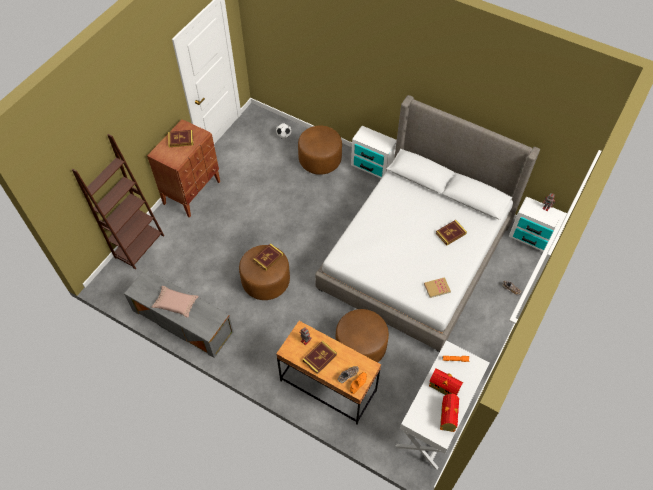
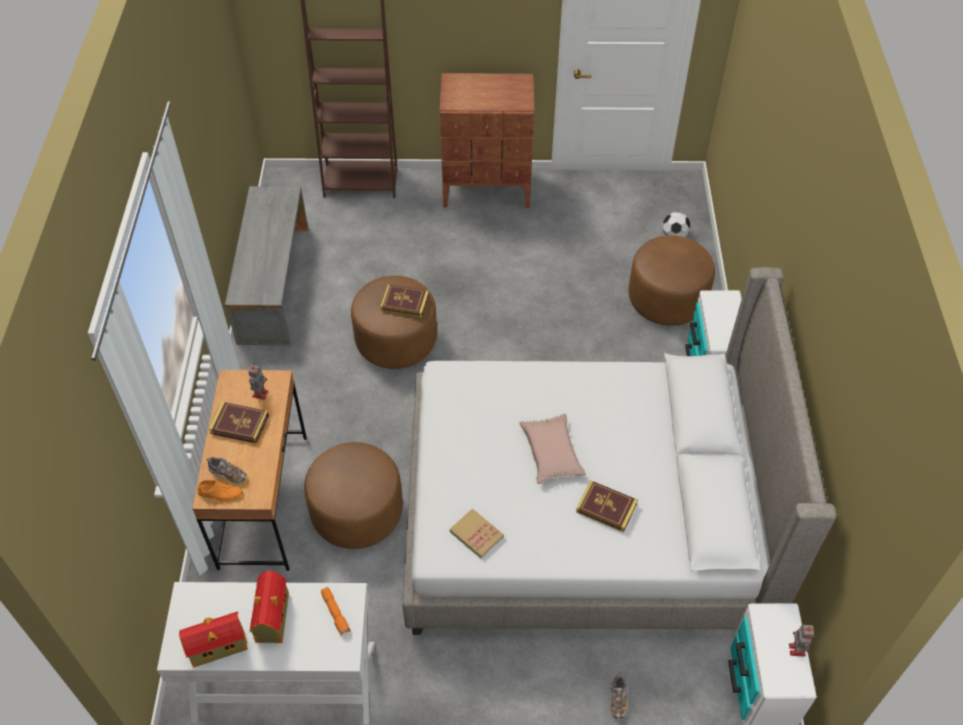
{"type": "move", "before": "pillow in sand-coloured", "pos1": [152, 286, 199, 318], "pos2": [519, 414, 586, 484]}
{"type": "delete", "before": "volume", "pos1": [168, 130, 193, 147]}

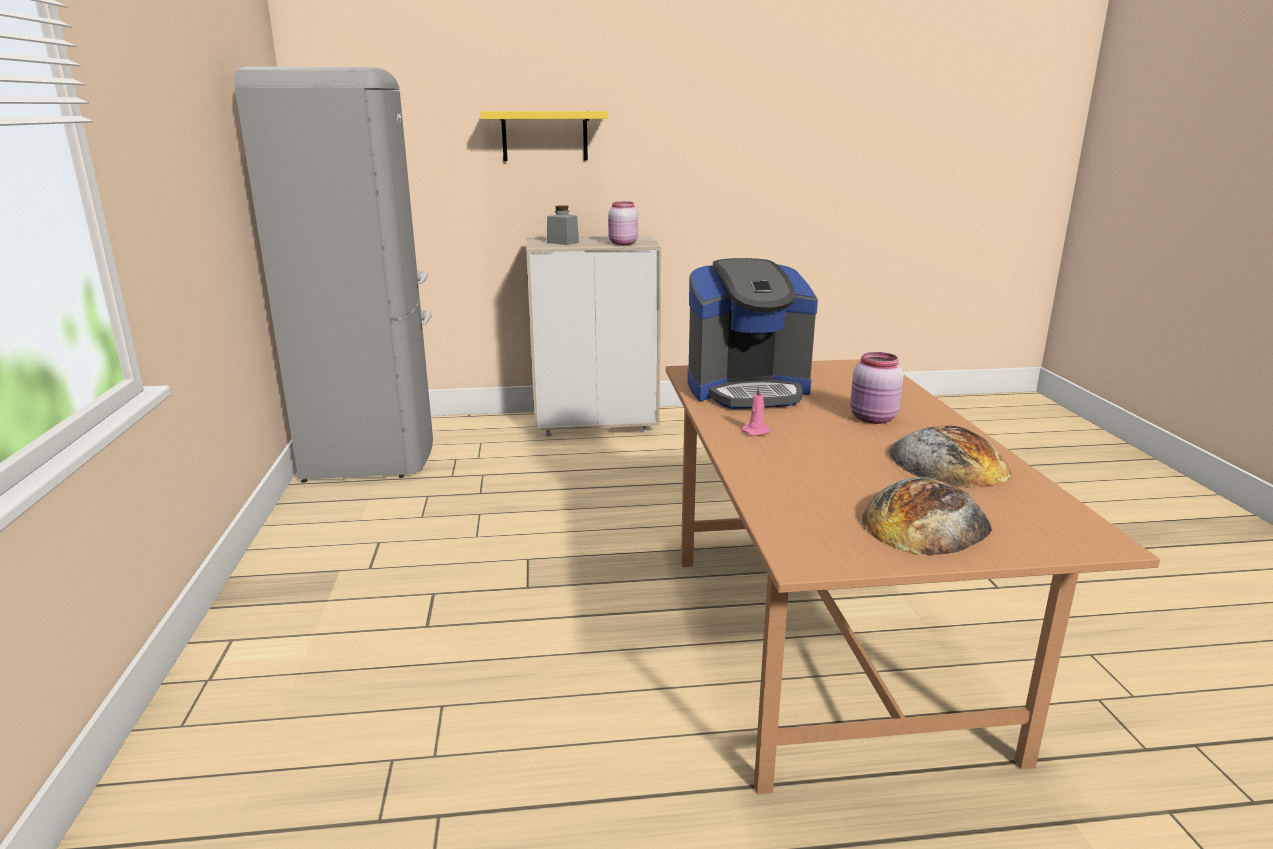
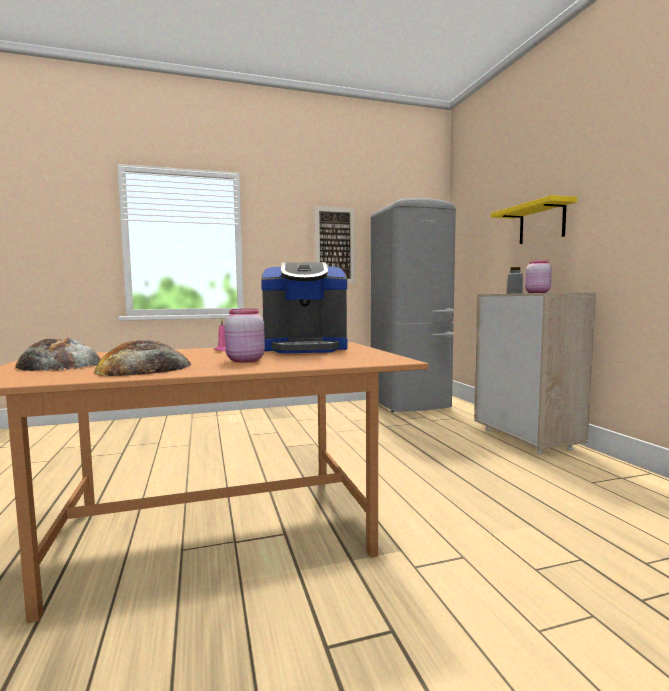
{"type": "rotate", "before": "coffee machine", "pos1": [687, 258, 818, 409], "pos2": [261, 262, 348, 353], "turn": -75}
{"type": "insert", "after": "picture", "pos2": [314, 206, 355, 283]}

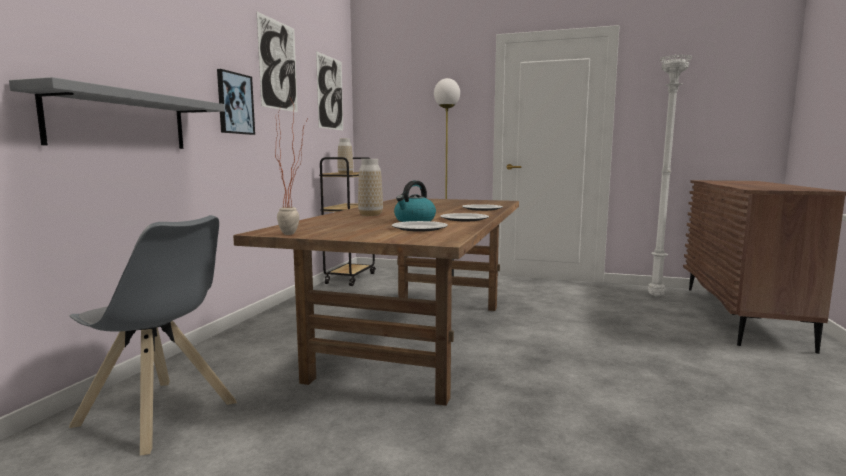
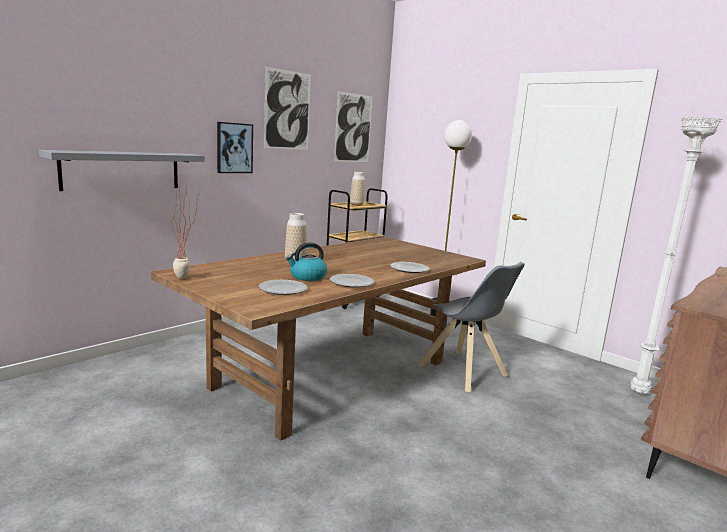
{"type": "move", "before": "upright chair in gray", "pos1": [69, 215, 237, 456], "pos2": [418, 262, 525, 392]}

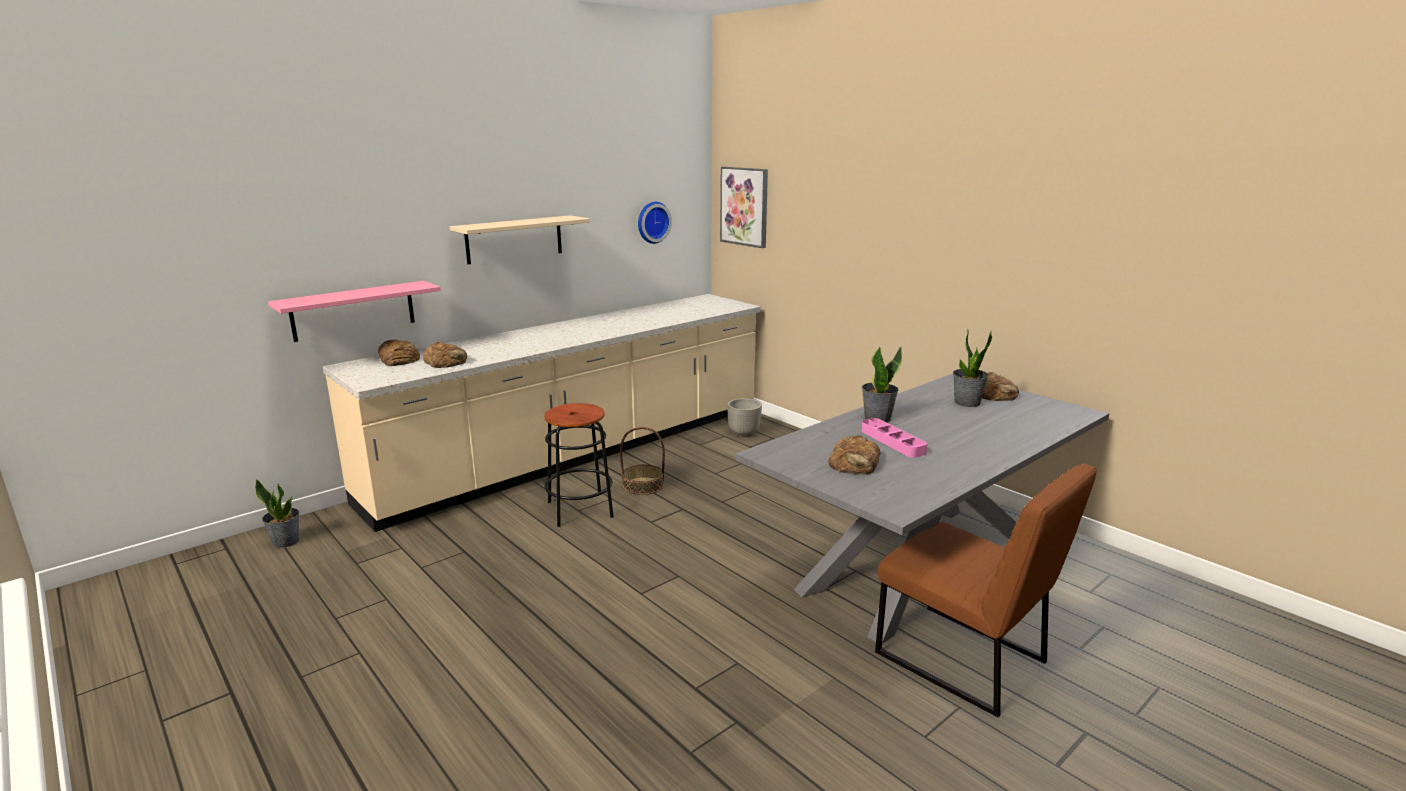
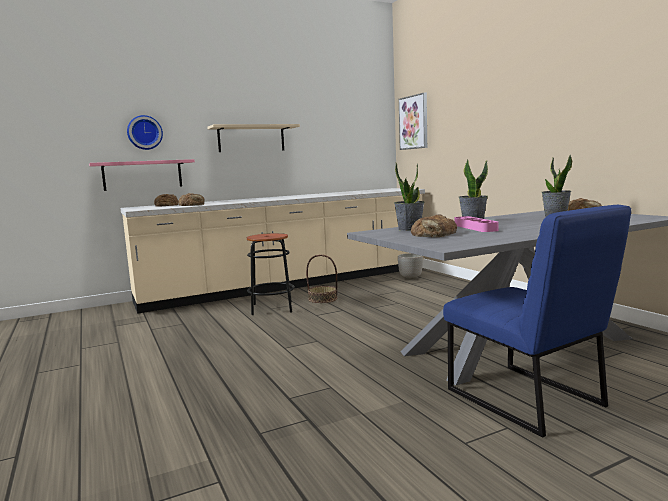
{"type": "move", "before": "potted plant", "pos1": [255, 479, 299, 548], "pos2": [394, 163, 424, 231]}
{"type": "move", "before": "wall clock", "pos1": [638, 202, 672, 244], "pos2": [127, 115, 163, 150]}
{"type": "recolor", "before": "upright chair in brown-coloured", "after": "upright chair in bluish", "pos1": [875, 464, 1096, 717], "pos2": [443, 205, 631, 437]}

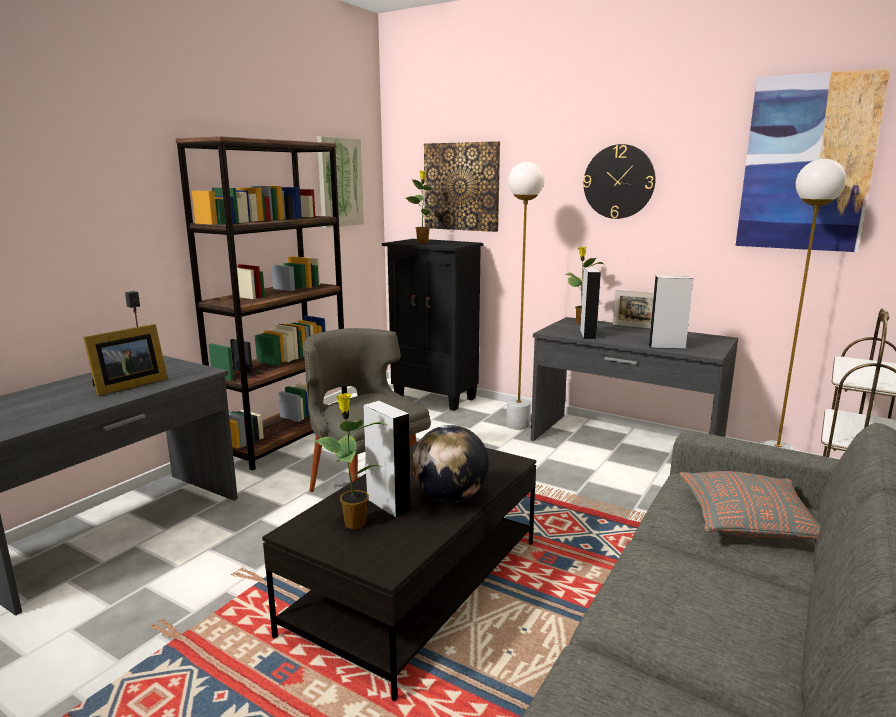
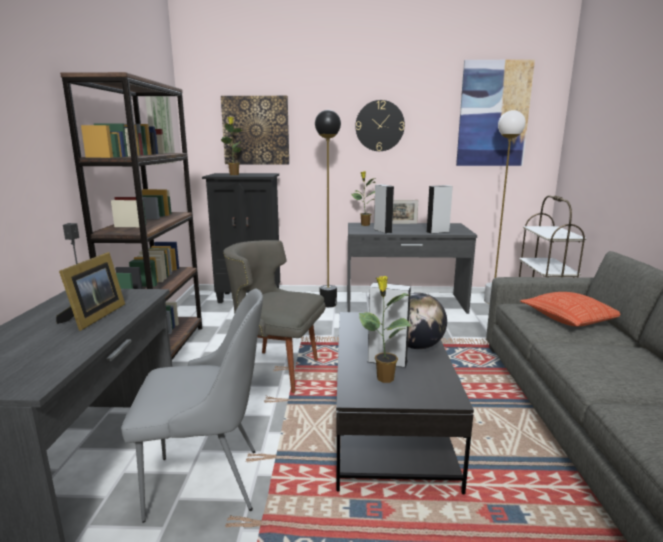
{"type": "recolor", "before": "floor lamp in white-coloured", "after": "floor lamp in blackish", "pos1": [506, 162, 545, 430], "pos2": [315, 110, 341, 308]}
{"type": "recolor", "before": "pillow in gray", "after": "pillow in orange-coloured", "pos1": [679, 471, 820, 539], "pos2": [520, 292, 620, 326]}
{"type": "insert", "after": "upright chair in gray", "pos2": [121, 289, 263, 523]}

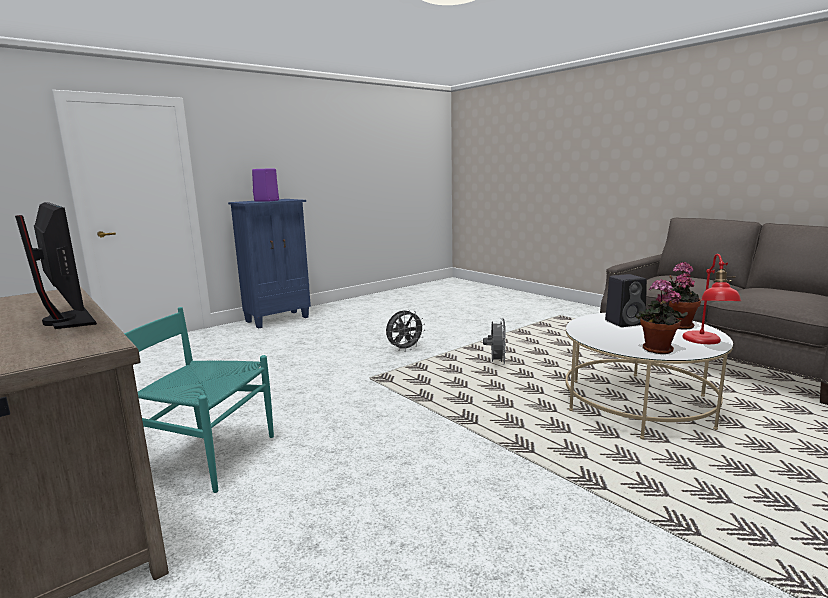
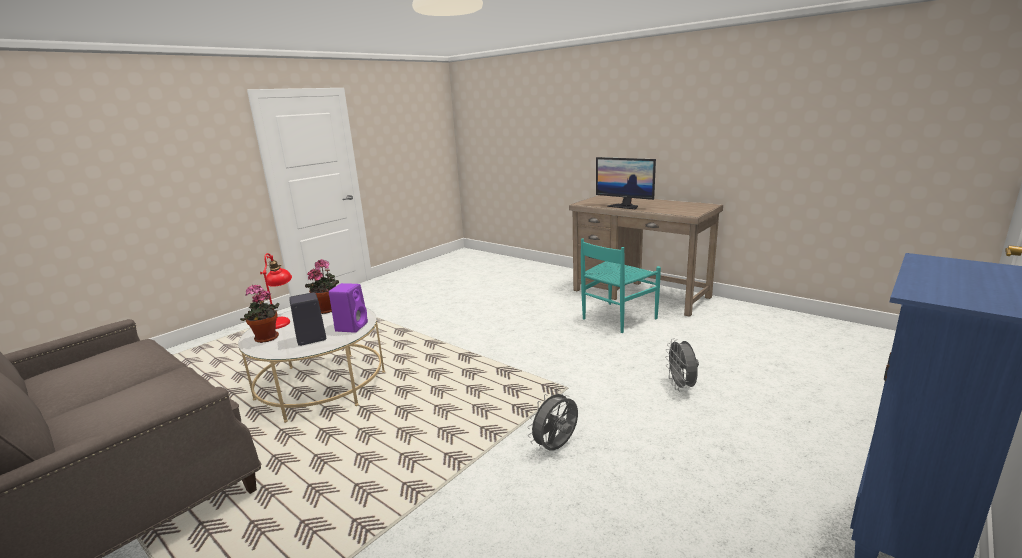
{"type": "rotate", "before": "upright chair in turquoise-coloured", "pos1": [124, 307, 274, 493], "pos2": [581, 238, 661, 333], "turn": 135}
{"type": "move", "before": "audio speaker in purplish", "pos1": [252, 168, 279, 202], "pos2": [329, 283, 368, 333]}
{"type": "move", "before": "fan in gray", "pos1": [483, 318, 506, 365], "pos2": [665, 338, 699, 391]}

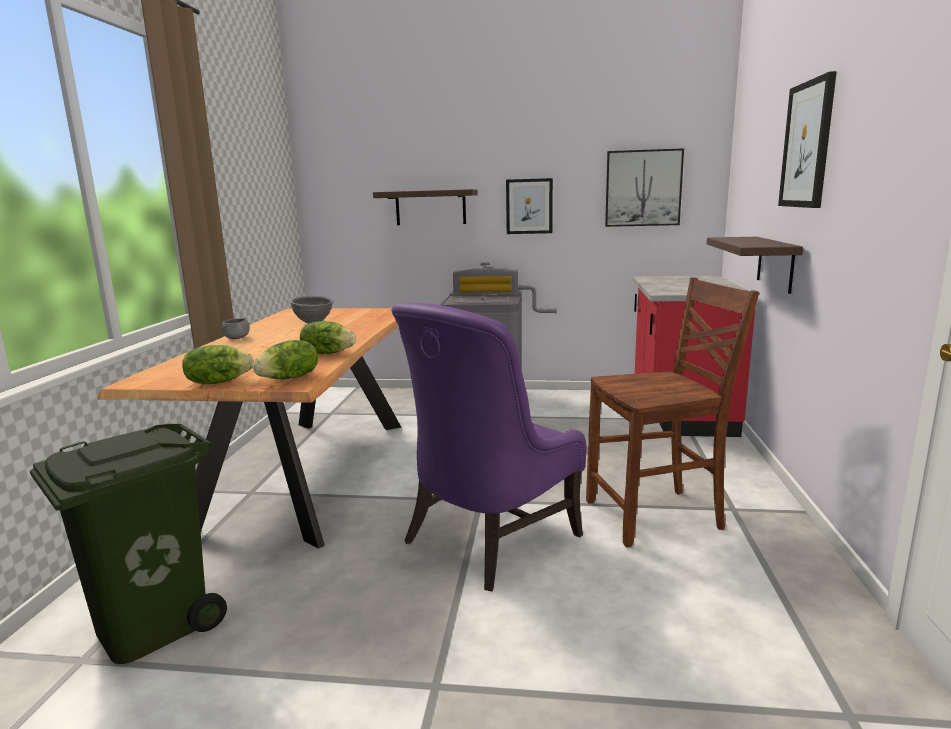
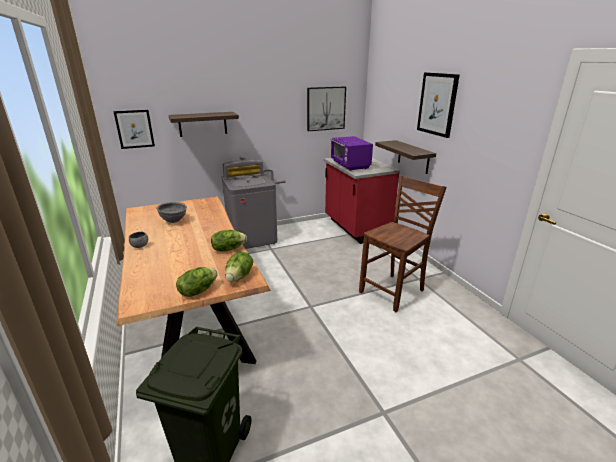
{"type": "delete", "before": "upright chair in purplish", "pos1": [392, 303, 587, 591]}
{"type": "move", "before": "picture", "pos1": [506, 178, 553, 234], "pos2": [113, 110, 155, 149]}
{"type": "insert", "after": "kitchen microwave in purplish", "pos2": [331, 136, 373, 171]}

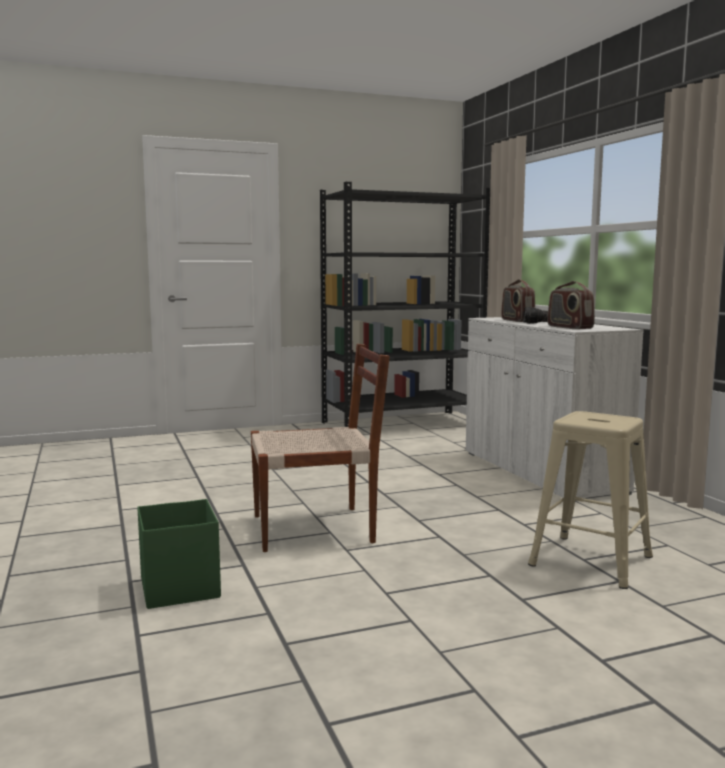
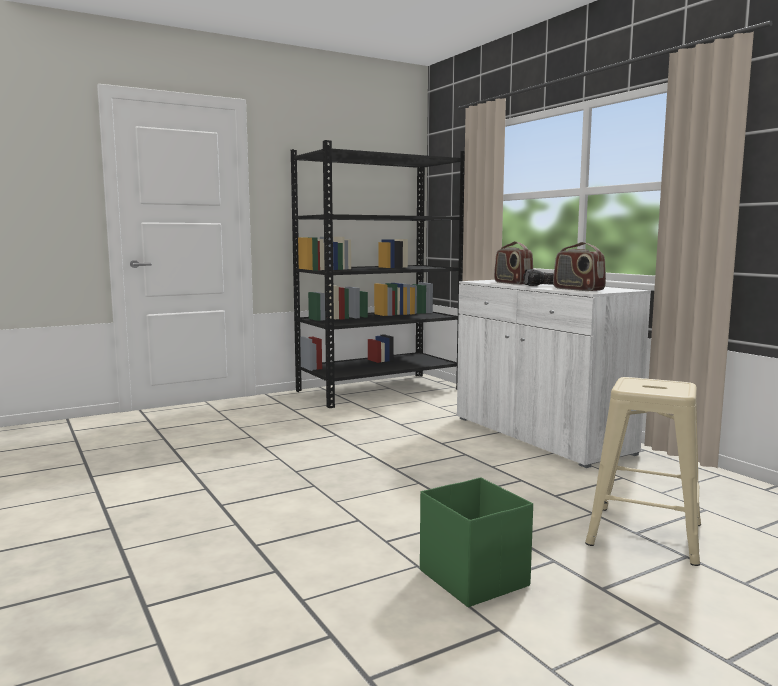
{"type": "move", "before": "storage box in greenish", "pos1": [137, 499, 221, 609], "pos2": [420, 478, 533, 607]}
{"type": "delete", "before": "upright chair", "pos1": [251, 344, 390, 552]}

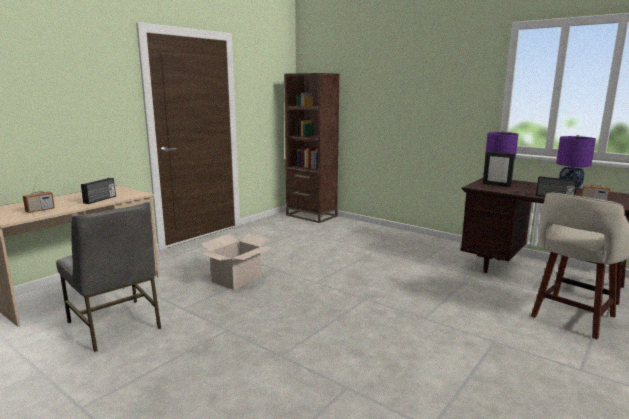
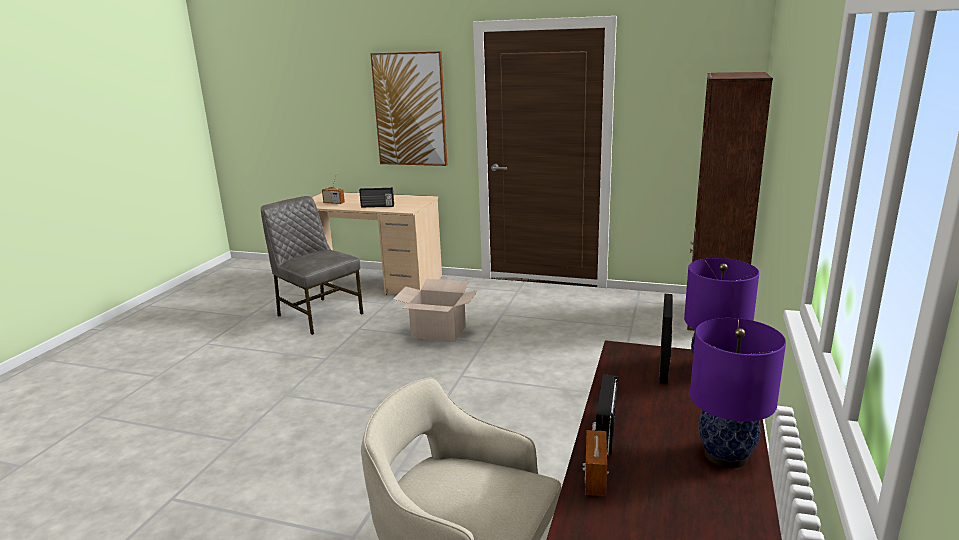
{"type": "rotate", "before": "upright chair in gray", "pos1": [56, 202, 161, 352], "pos2": [261, 196, 364, 335], "turn": 105}
{"type": "insert", "after": "picture", "pos2": [370, 51, 447, 166]}

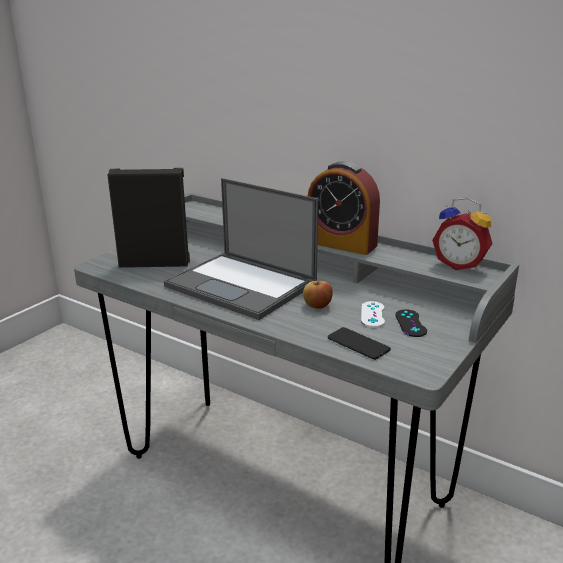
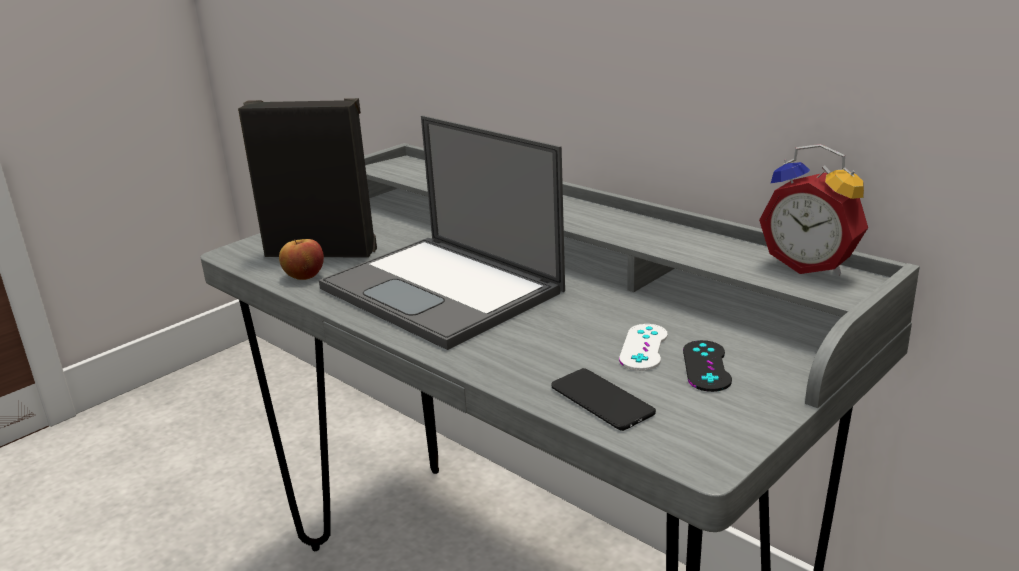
{"type": "move", "before": "apple", "pos1": [303, 281, 333, 309], "pos2": [279, 239, 324, 280]}
{"type": "delete", "before": "table clock", "pos1": [308, 161, 380, 255]}

